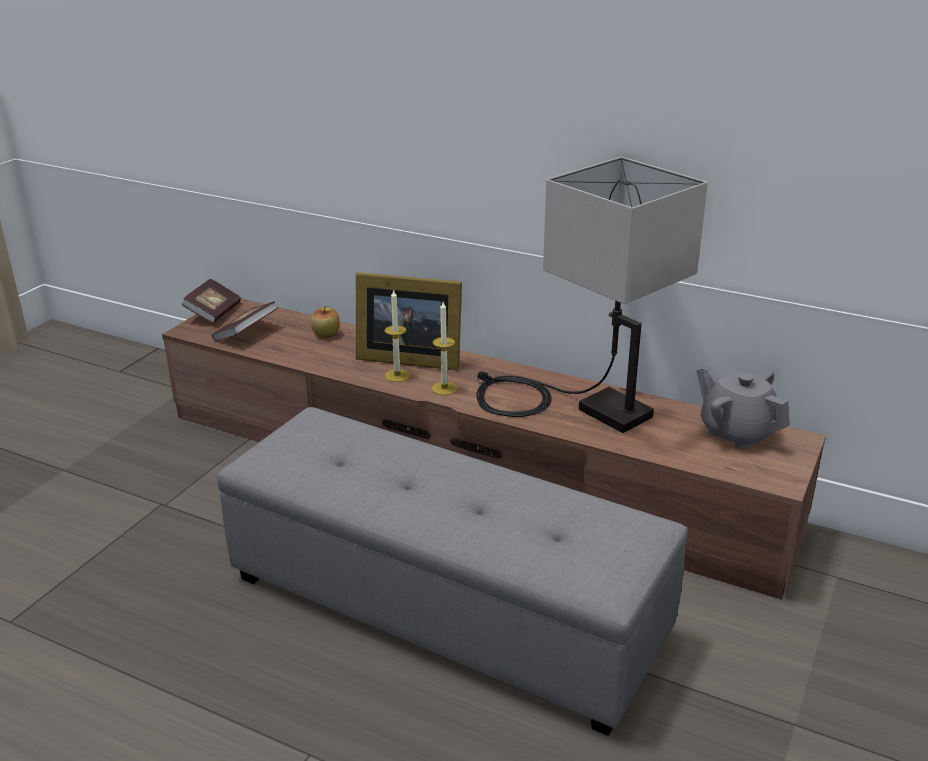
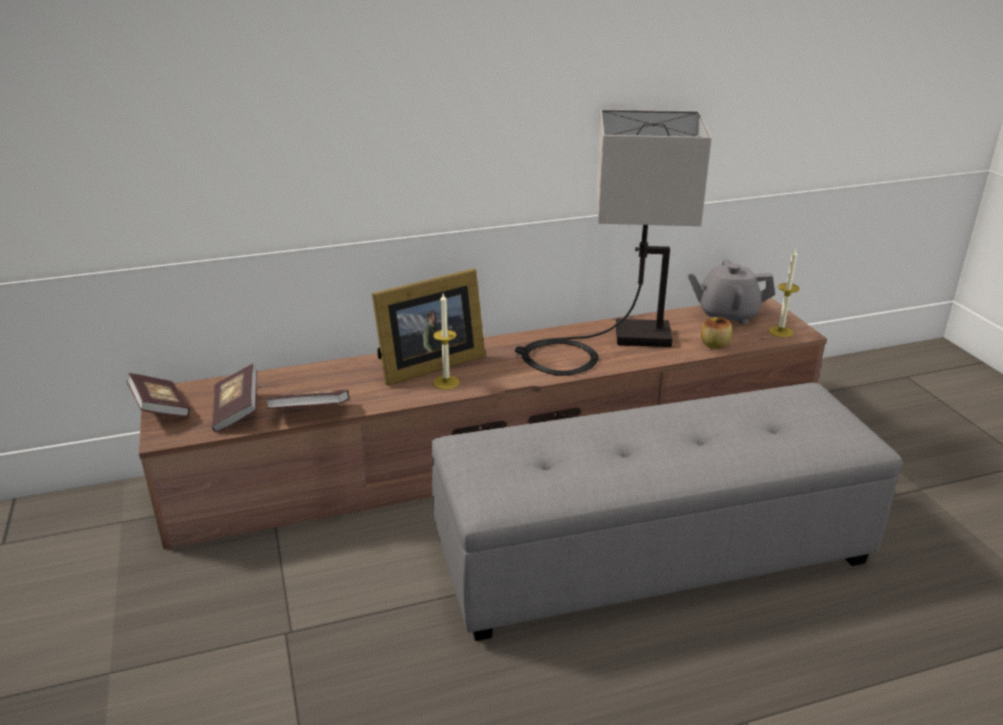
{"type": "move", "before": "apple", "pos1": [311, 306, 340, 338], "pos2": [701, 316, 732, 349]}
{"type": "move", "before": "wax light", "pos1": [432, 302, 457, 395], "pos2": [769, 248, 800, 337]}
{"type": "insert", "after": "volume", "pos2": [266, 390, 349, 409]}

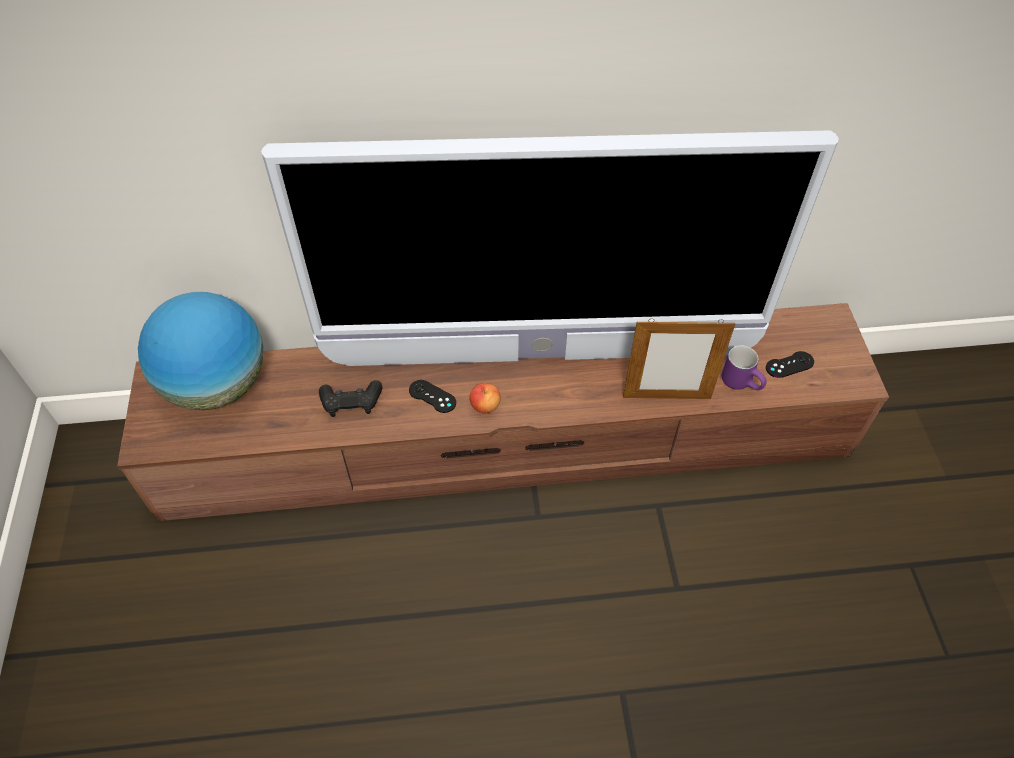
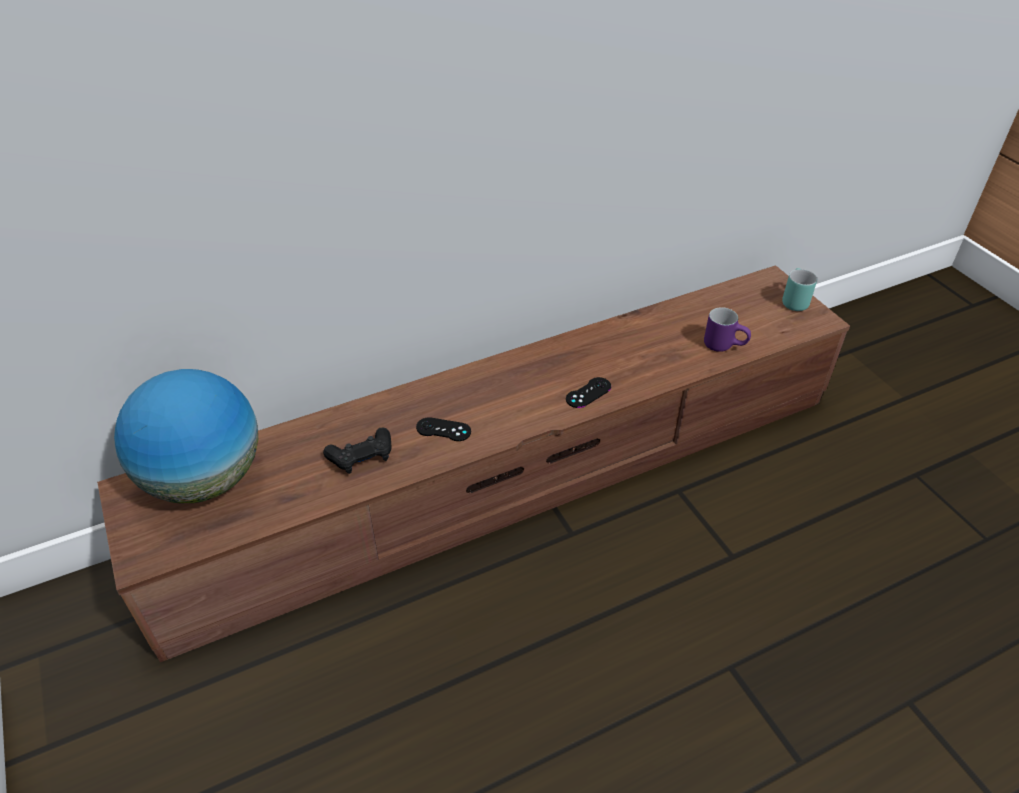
{"type": "delete", "before": "TV", "pos1": [261, 130, 838, 366]}
{"type": "delete", "before": "apple", "pos1": [470, 383, 501, 413]}
{"type": "delete", "before": "picture frame", "pos1": [623, 319, 735, 399]}
{"type": "move", "before": "gamepad in blackish", "pos1": [766, 351, 814, 378], "pos2": [566, 377, 611, 408]}
{"type": "insert", "after": "coffee mug in turquoise-coloured", "pos2": [782, 268, 817, 311]}

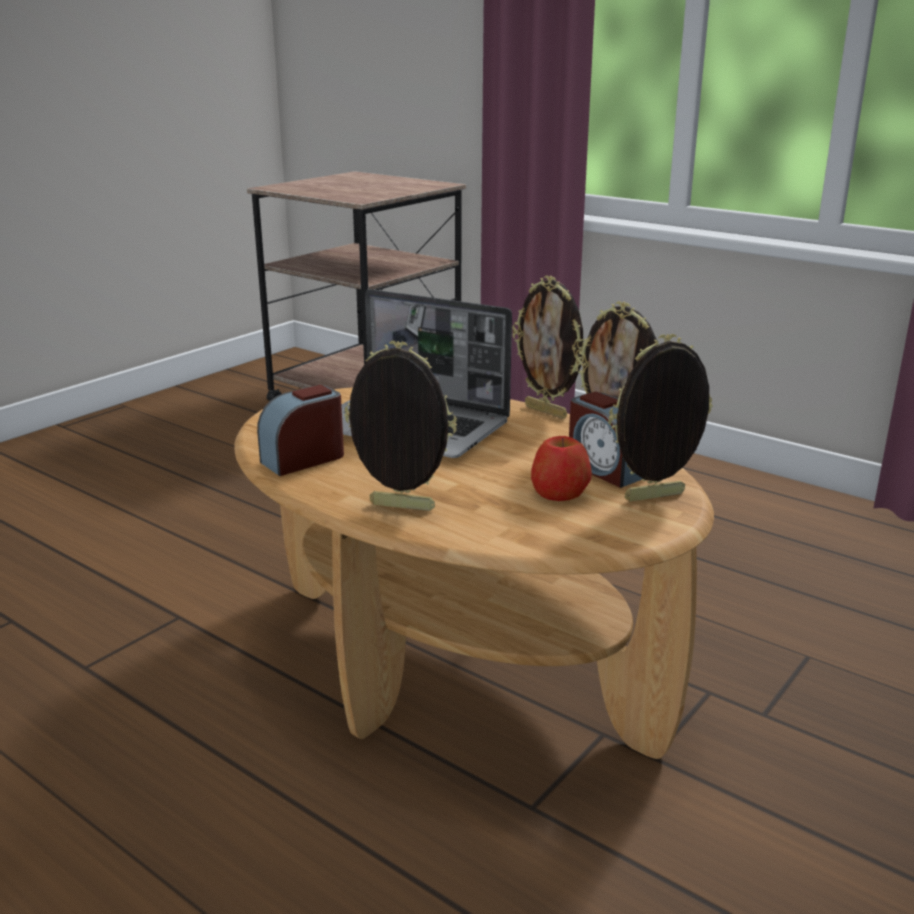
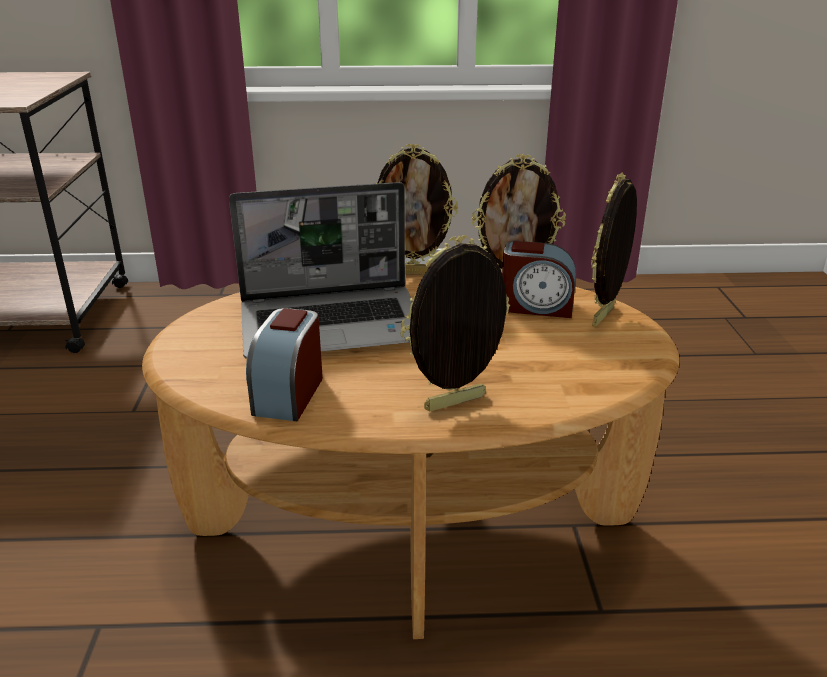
{"type": "delete", "before": "apple", "pos1": [531, 436, 592, 501]}

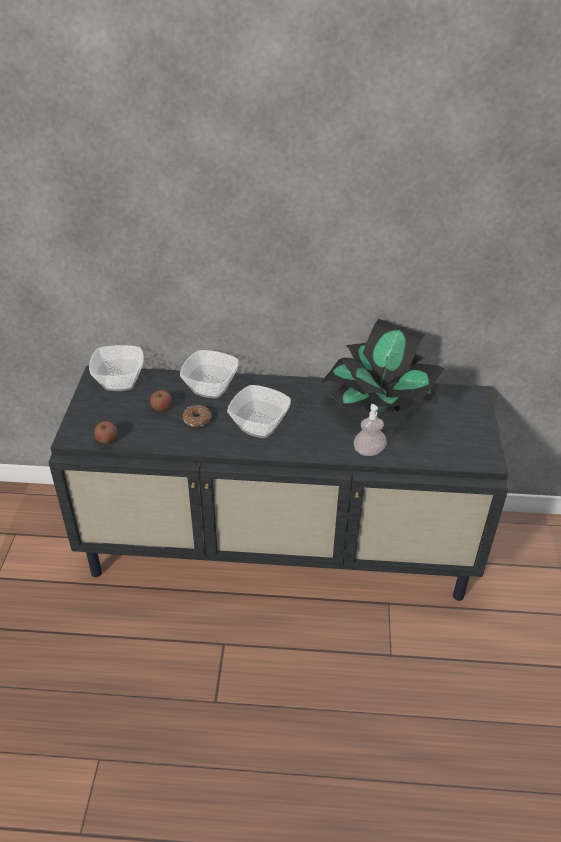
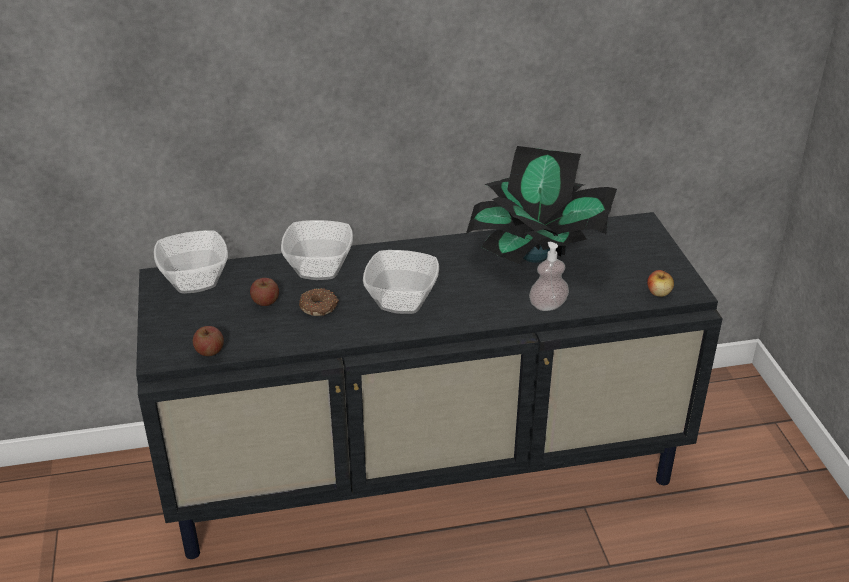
{"type": "insert", "after": "apple", "pos2": [647, 270, 674, 297]}

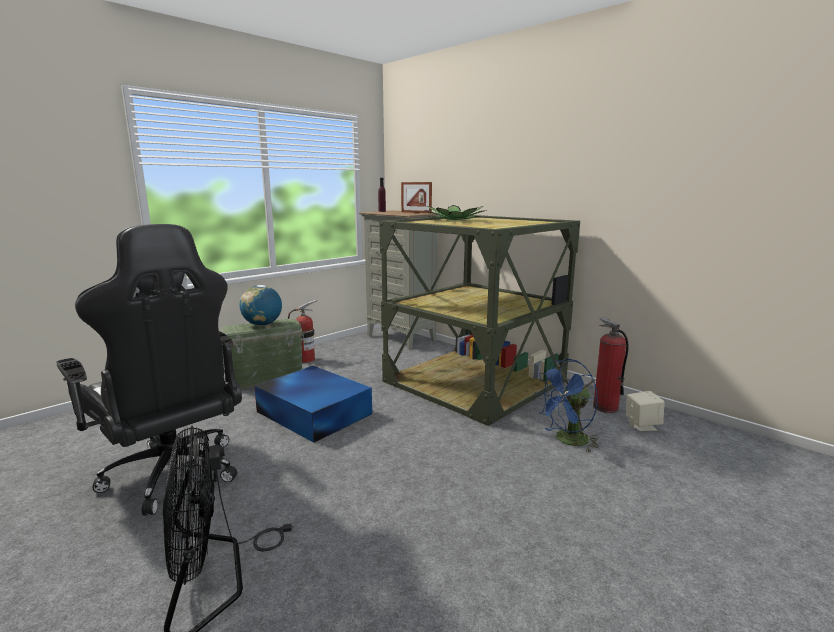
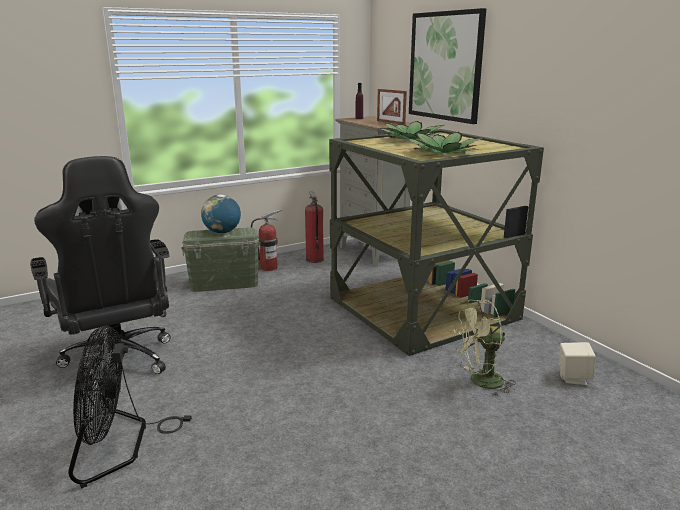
{"type": "delete", "before": "storage box in bluish", "pos1": [254, 366, 372, 443]}
{"type": "recolor", "before": "fan in bluish", "after": "fan in greenish", "pos1": [535, 359, 599, 452], "pos2": [454, 300, 516, 396]}
{"type": "move", "before": "fire-fighting cylinder", "pos1": [593, 317, 628, 413], "pos2": [305, 192, 324, 263]}
{"type": "insert", "after": "potted plant", "pos2": [408, 132, 483, 153]}
{"type": "insert", "after": "picture", "pos2": [409, 8, 486, 124]}

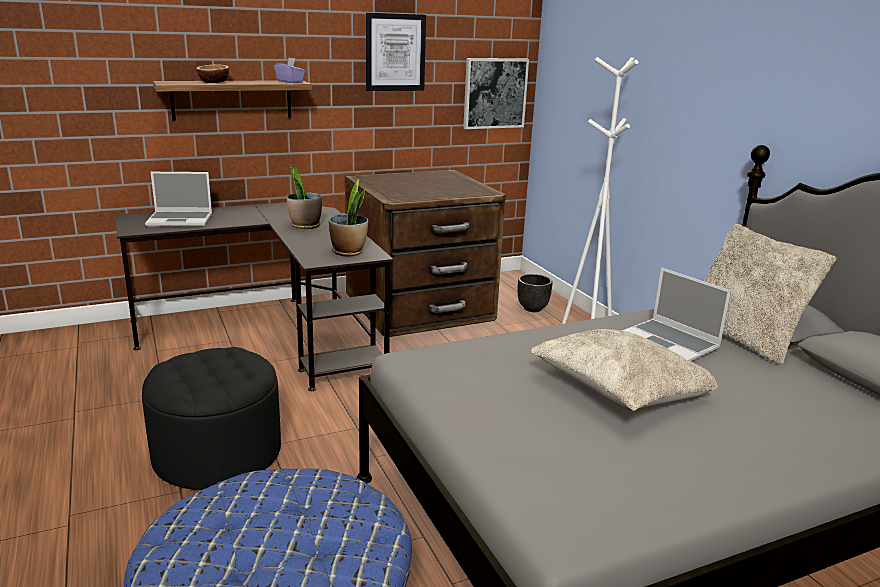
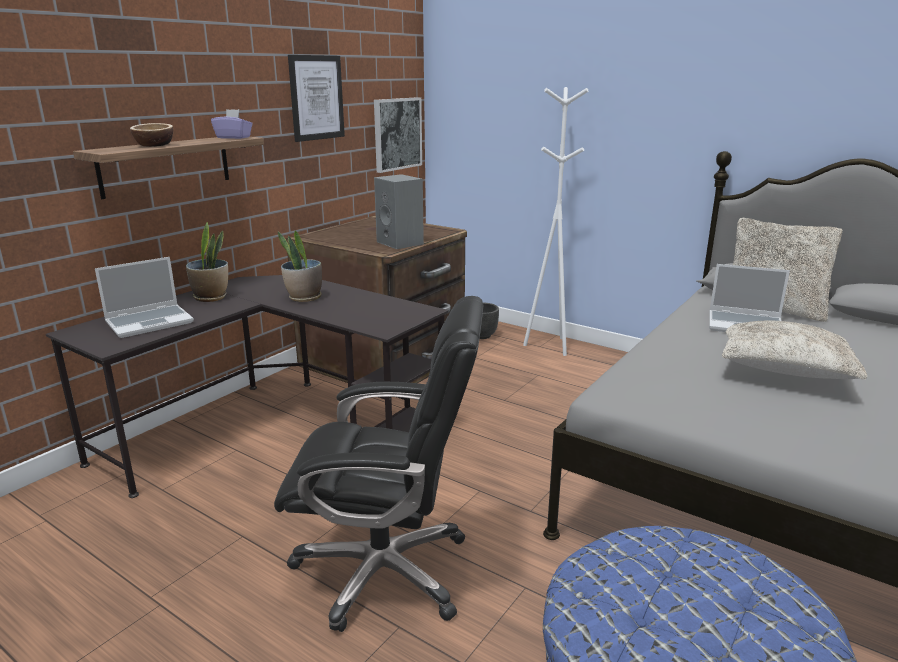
{"type": "replace", "before": "pouffe in blackish", "after": "office chair in blackish", "pos1": [142, 347, 281, 490], "pos2": [274, 296, 483, 632]}
{"type": "move", "before": "potted plant", "pos1": [329, 179, 368, 256], "pos2": [186, 222, 228, 302]}
{"type": "insert", "after": "audio speaker in gray", "pos2": [374, 174, 424, 249]}

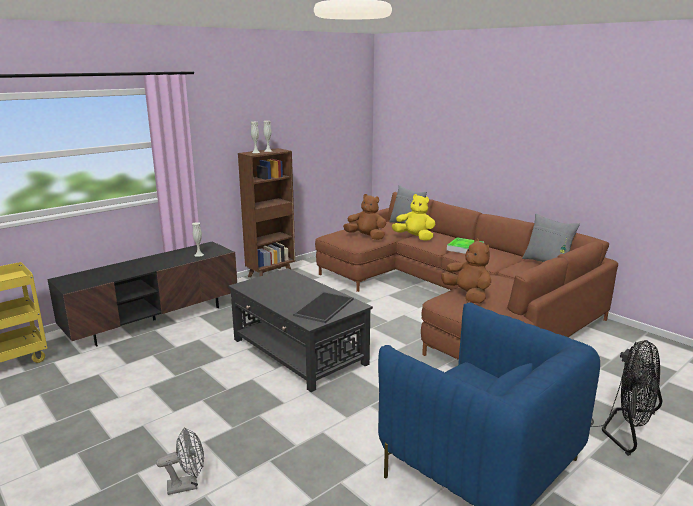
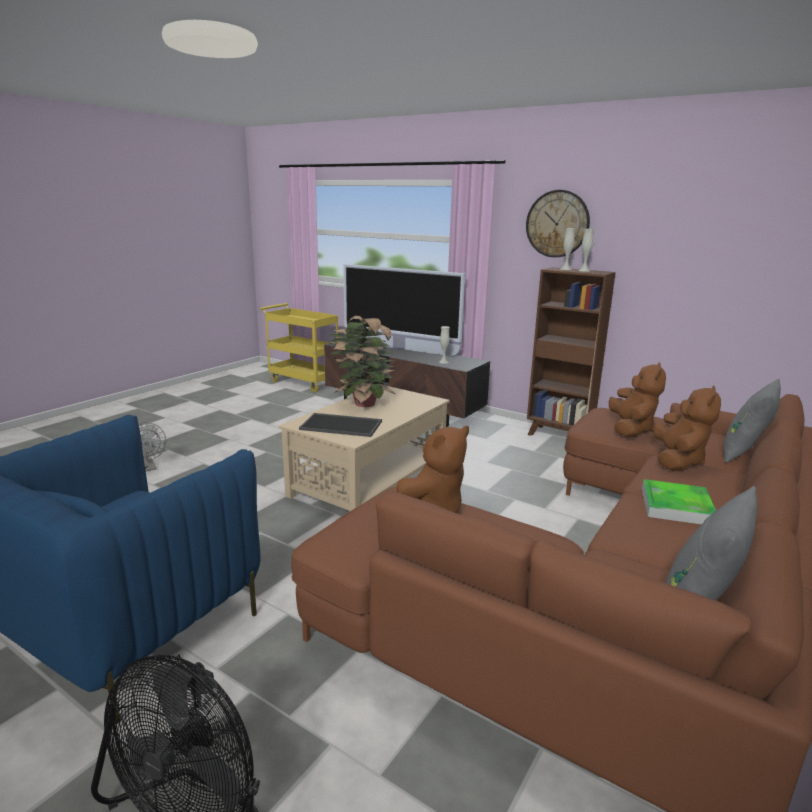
{"type": "recolor", "before": "coffee table in blackish", "after": "coffee table in sand-coloured", "pos1": [228, 268, 373, 392], "pos2": [279, 386, 450, 512]}
{"type": "recolor", "before": "soft toy in yellow", "after": "soft toy in brown-coloured", "pos1": [392, 194, 436, 241], "pos2": [653, 385, 721, 471]}
{"type": "insert", "after": "potted plant", "pos2": [328, 316, 396, 407]}
{"type": "insert", "after": "TV", "pos2": [343, 264, 466, 357]}
{"type": "insert", "after": "wall clock", "pos2": [526, 190, 590, 257]}

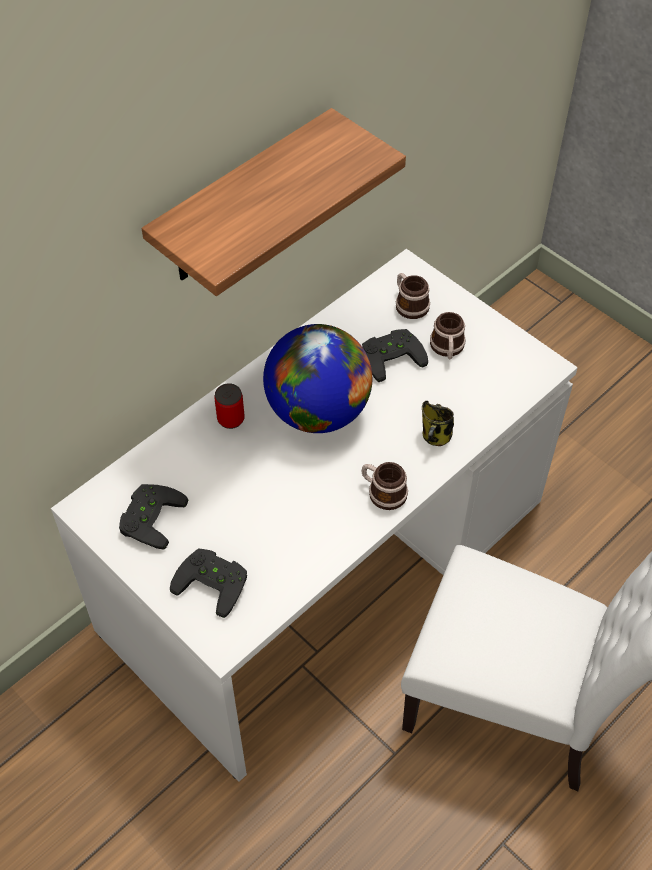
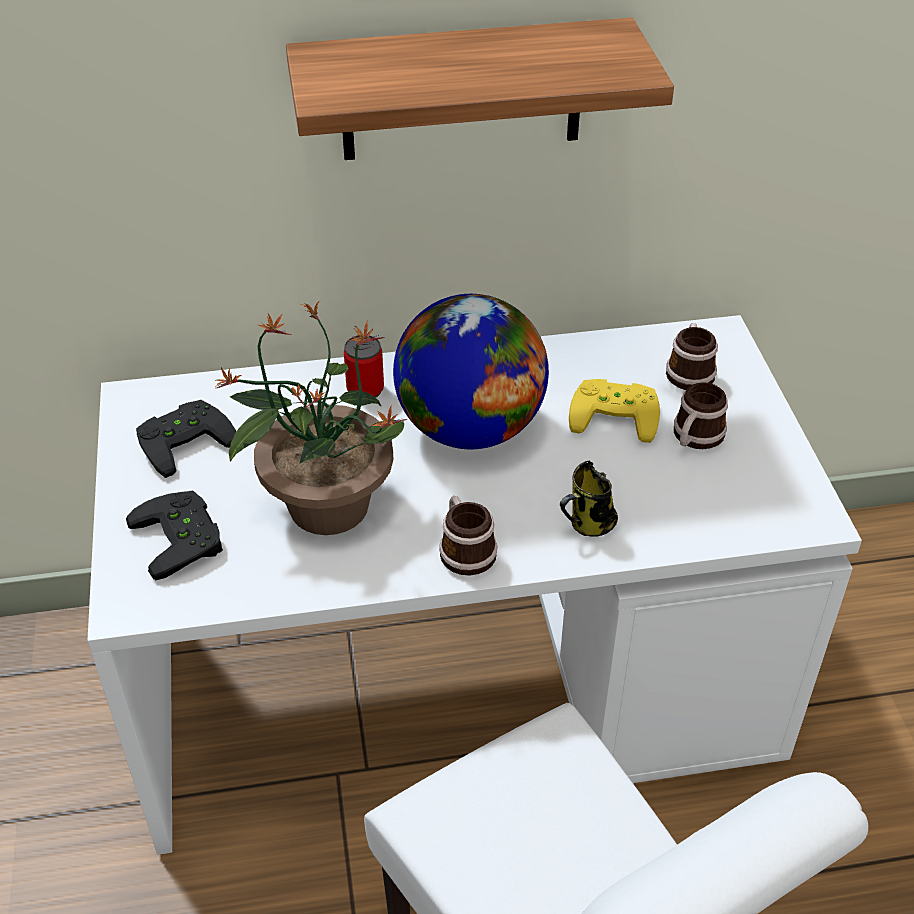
{"type": "recolor", "before": "gamepad in blackish", "after": "gamepad in yellow", "pos1": [362, 329, 428, 382], "pos2": [569, 379, 660, 443]}
{"type": "insert", "after": "potted plant", "pos2": [215, 300, 407, 535]}

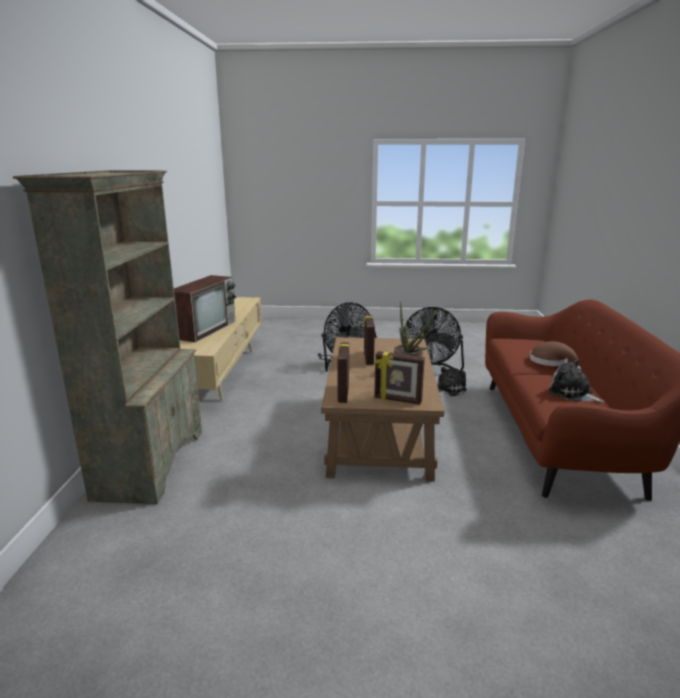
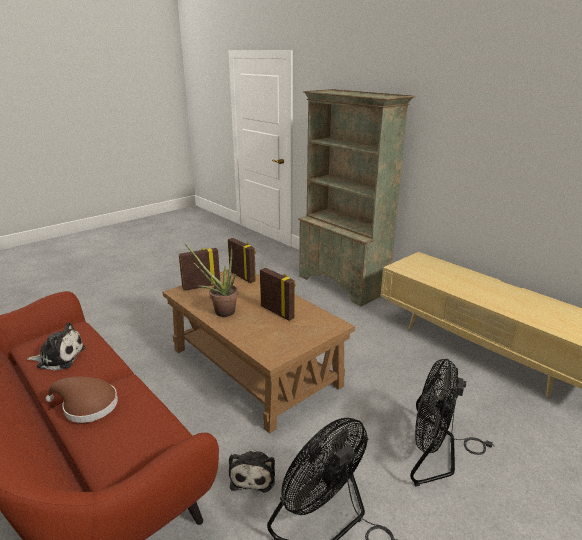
{"type": "delete", "before": "TV", "pos1": [174, 275, 237, 343]}

